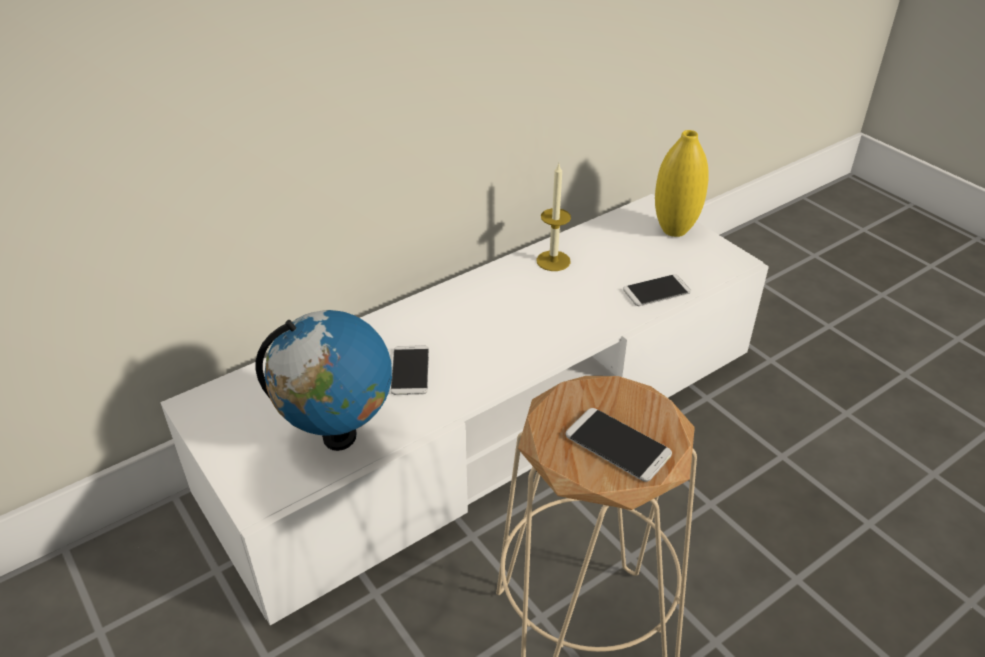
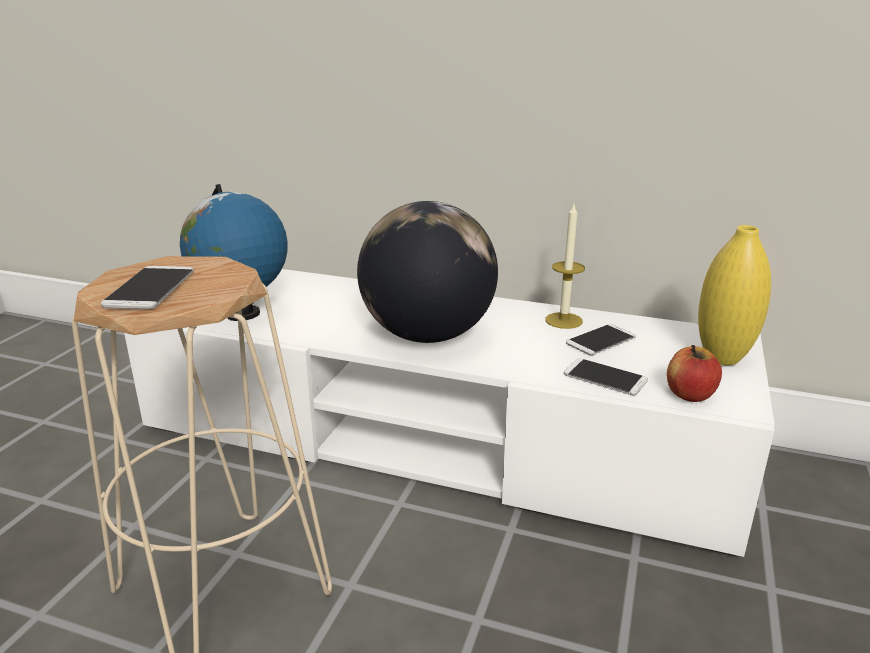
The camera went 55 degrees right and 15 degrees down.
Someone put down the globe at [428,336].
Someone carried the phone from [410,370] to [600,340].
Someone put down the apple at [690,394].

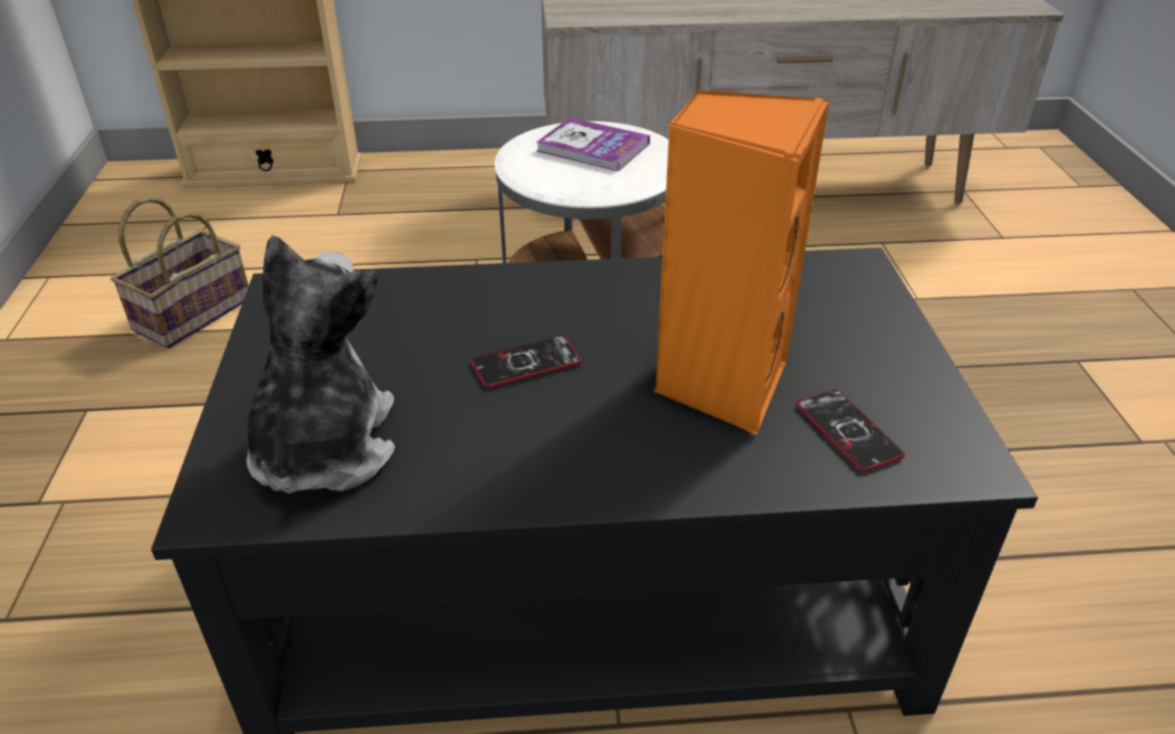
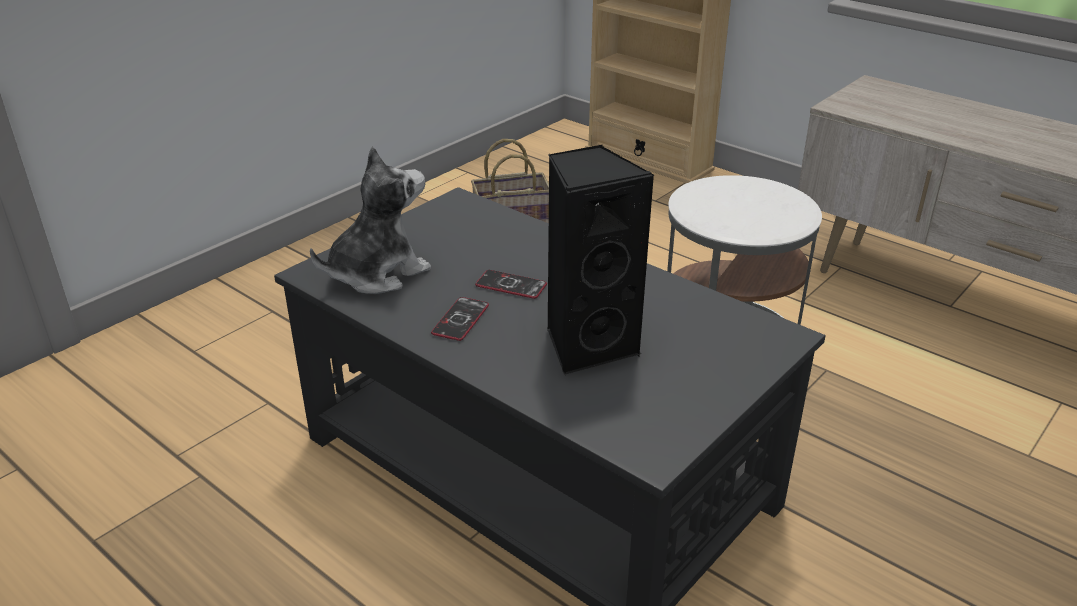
The camera went 45 degrees right and 5 degrees down.
Someone carried the phone from [848,431] to [460,320].
Someone repainted the speaker/orange at [720,384], which became the speaker/black at [588,345].
Someone took away the book at [593,147].

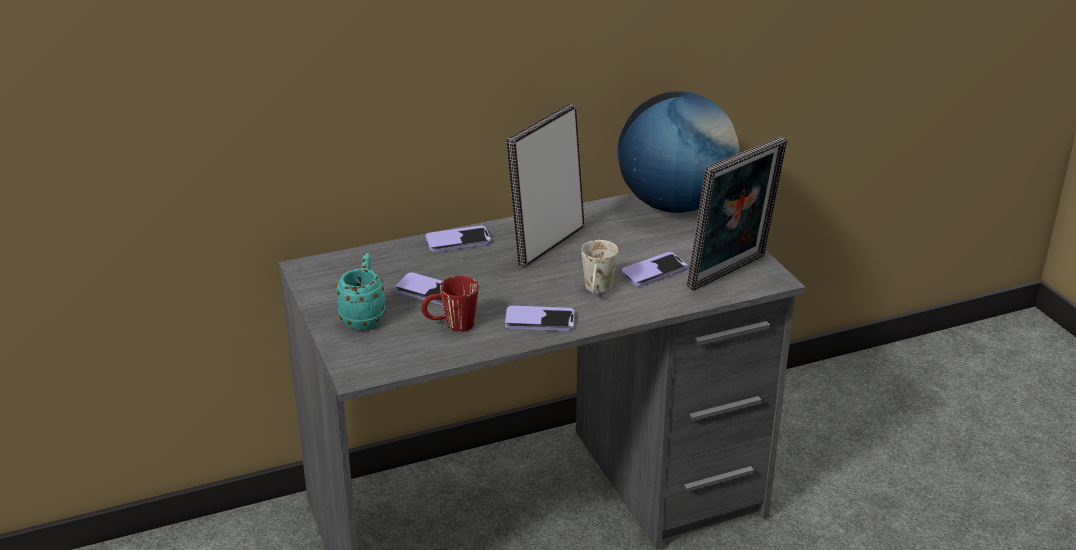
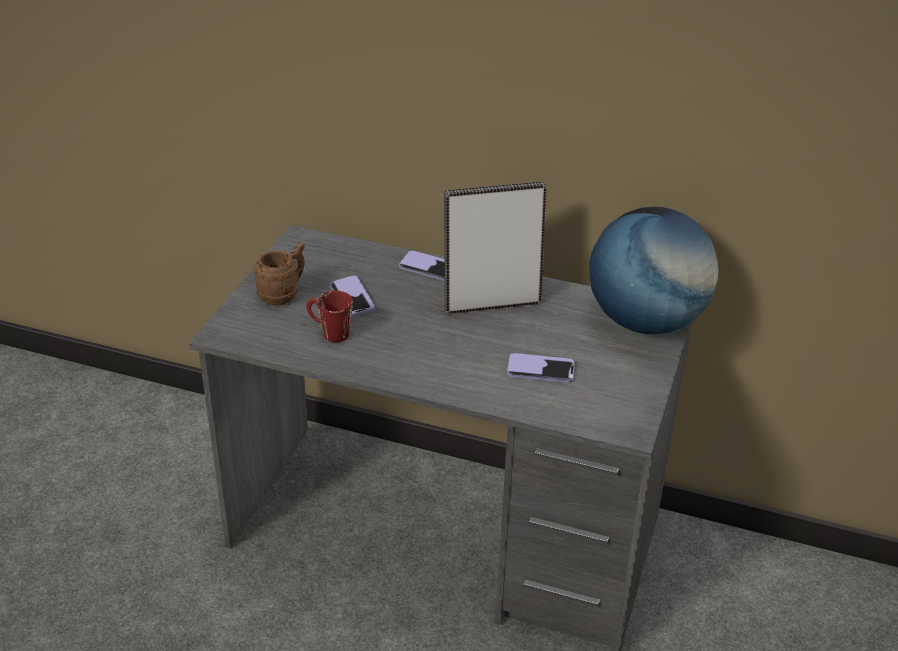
The camera went 40 degrees right and 5 degrees up.
Someone repainted the mug/turquoise at [364,316], which became the mug/brown at [284,294].
Someone took away the phone at [539,321].
Someone took away the mug/white at [597,291].
Someone took away the picture frame at [731,274].

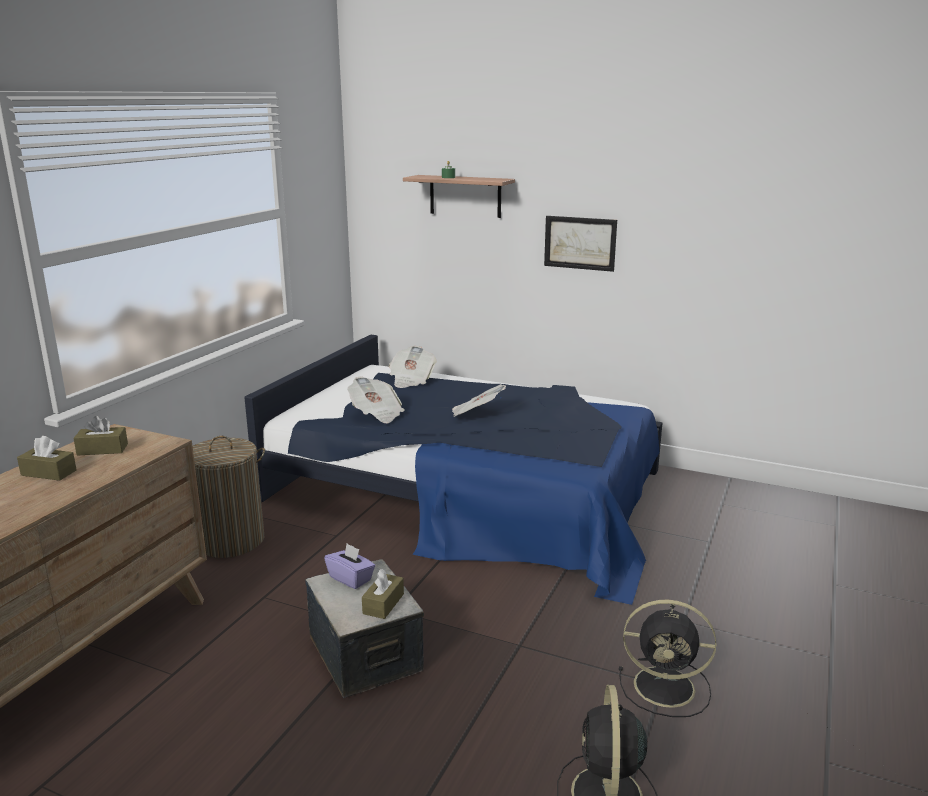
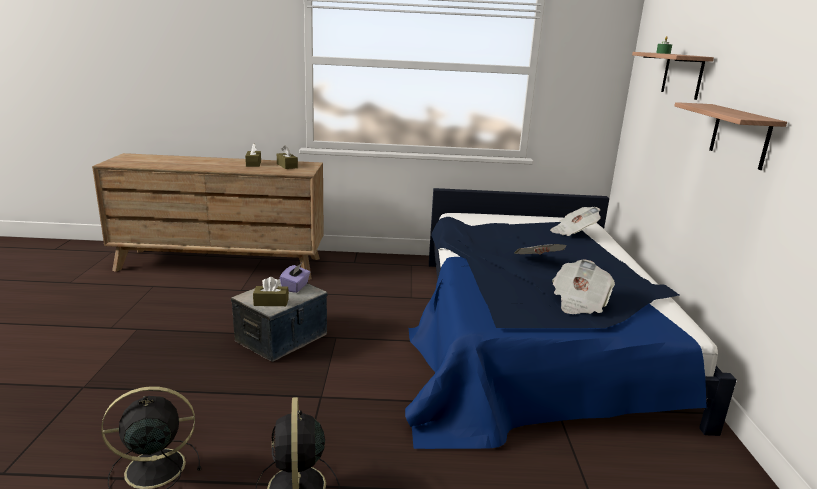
The camera went 65 degrees right and 0 degrees up.
Someone carried the newspaper from [376,414] to [579,302].
Someone swapped the picture at [580,243] for the shelf at [740,136].
Someone took away the laundry basket at [230,540].

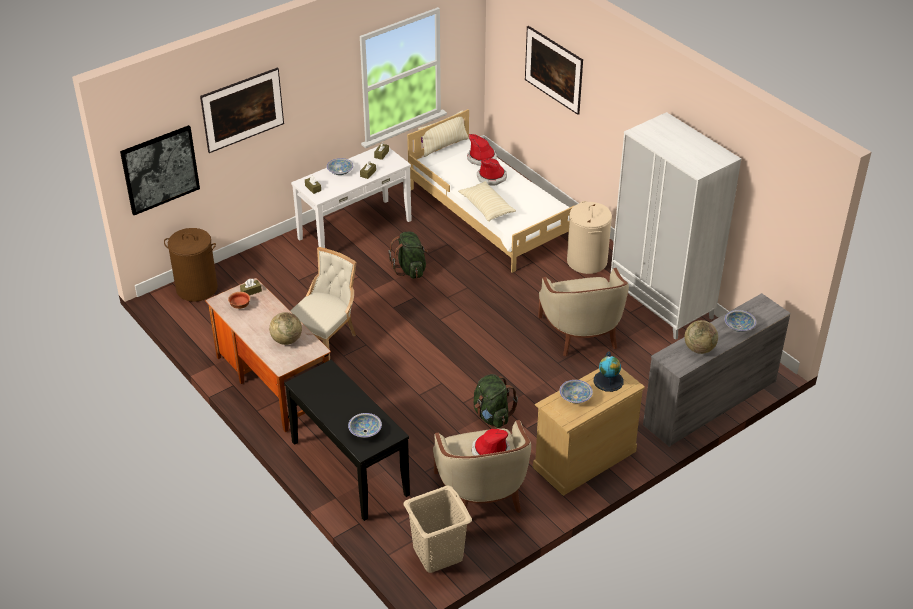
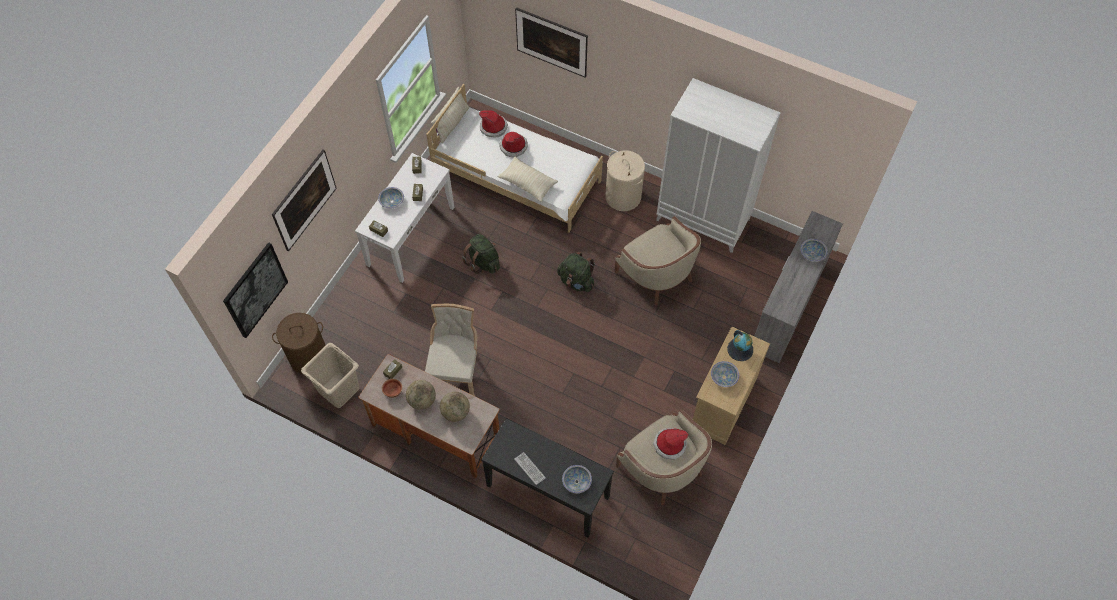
The camera went 25 degrees left and 20 degrees up.
Someone carried the laundry basket/beige from [438,554] to [339,390].
Someone carried the globe from [699,349] to [422,400].
Someone put down the keyboard at [529,468].
Someone carried the backpack/green from [492,416] to [576,281].

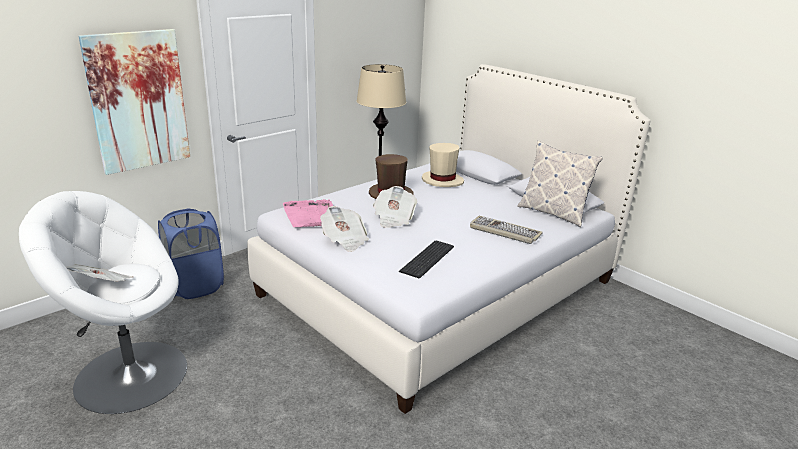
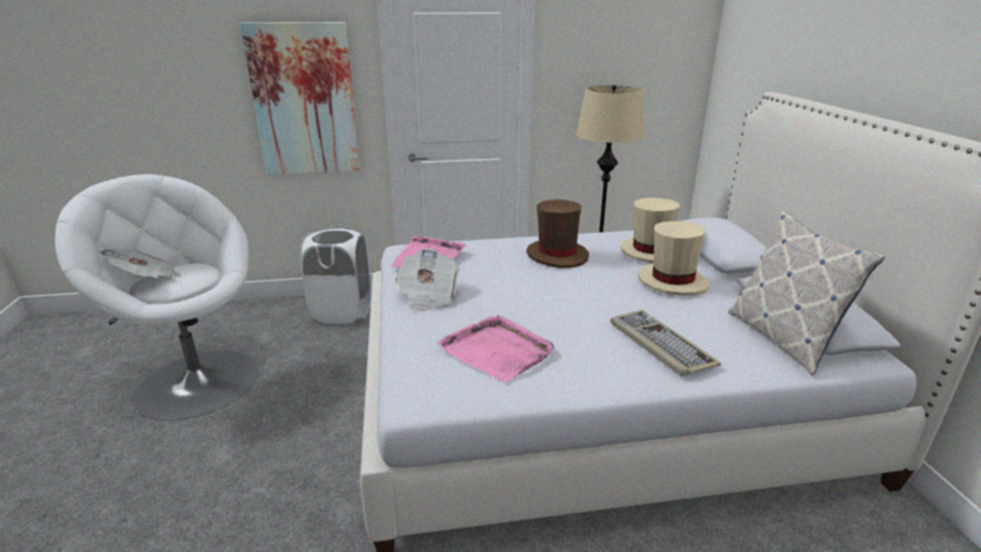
The camera went 35 degrees right and 0 degrees up.
Someone repainted the laundry basket/blue at [195,286], which became the laundry basket/white at [342,312].
Someone swapped the keyboard at [429,259] for the tray/pink at [497,351].
Someone put down the hat/beige at [672,282].
Someone took away the newspaper at [393,218].

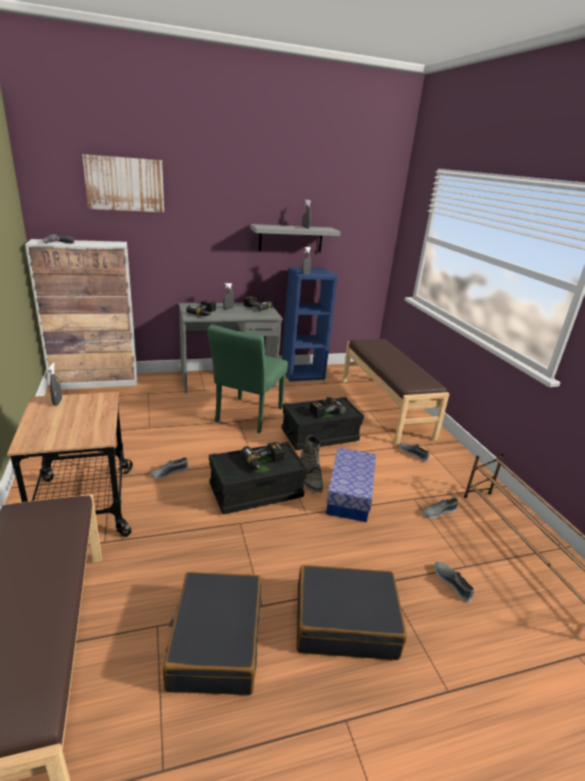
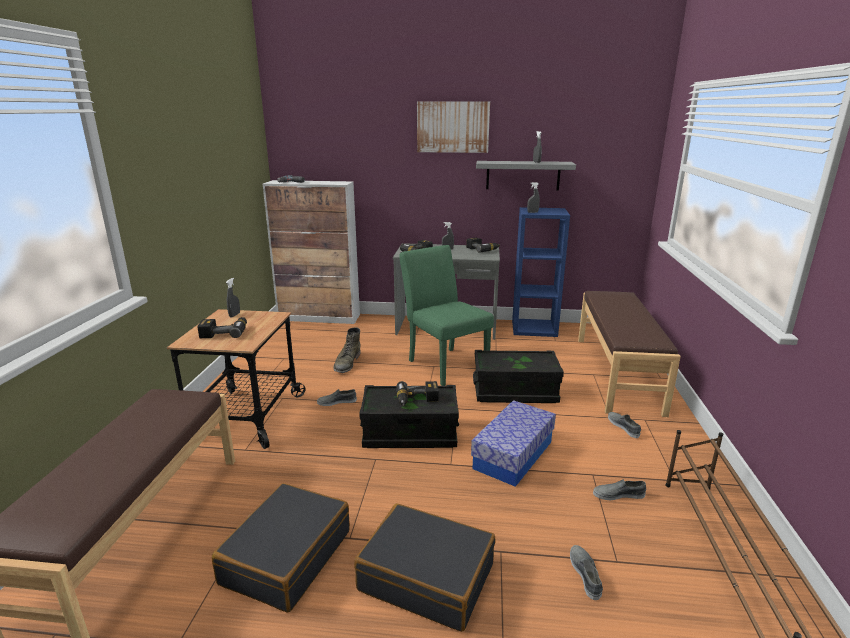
The camera went 25 degrees right and 5 degrees down.
Someone carried the power drill from [324,410] to [225,332].
Someone carried the boot/green from [310,476] to [347,363].
Someone rotated the chair/green at [246,417] by 105 degrees clockwise.
Someone carried the picture from [125,184] to [453,127].

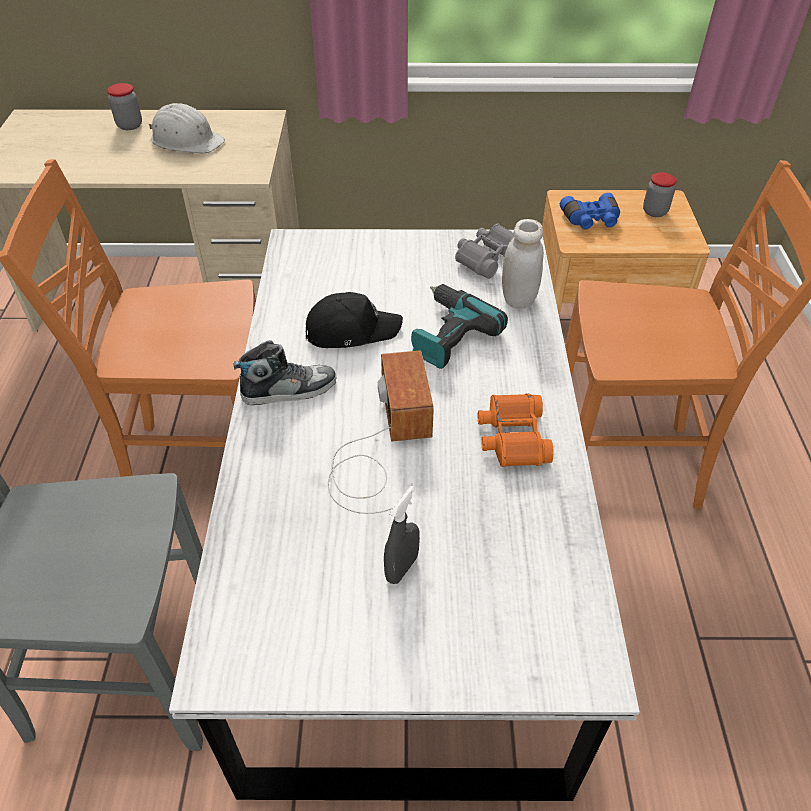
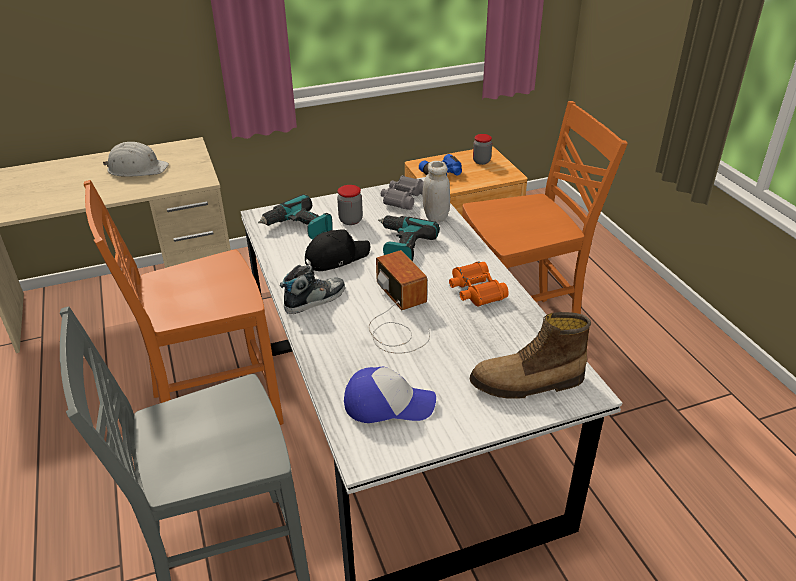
The camera went 20 degrees left and 10 degrees down.
Someone put down the power drill at [299,228].
Someone carried the jar from [130,125] to [350,220].
Someone put down the cap at [388,404].
Someone put down the boot at [527,383].
Someone took away the spray bottle/grey at [402,568].

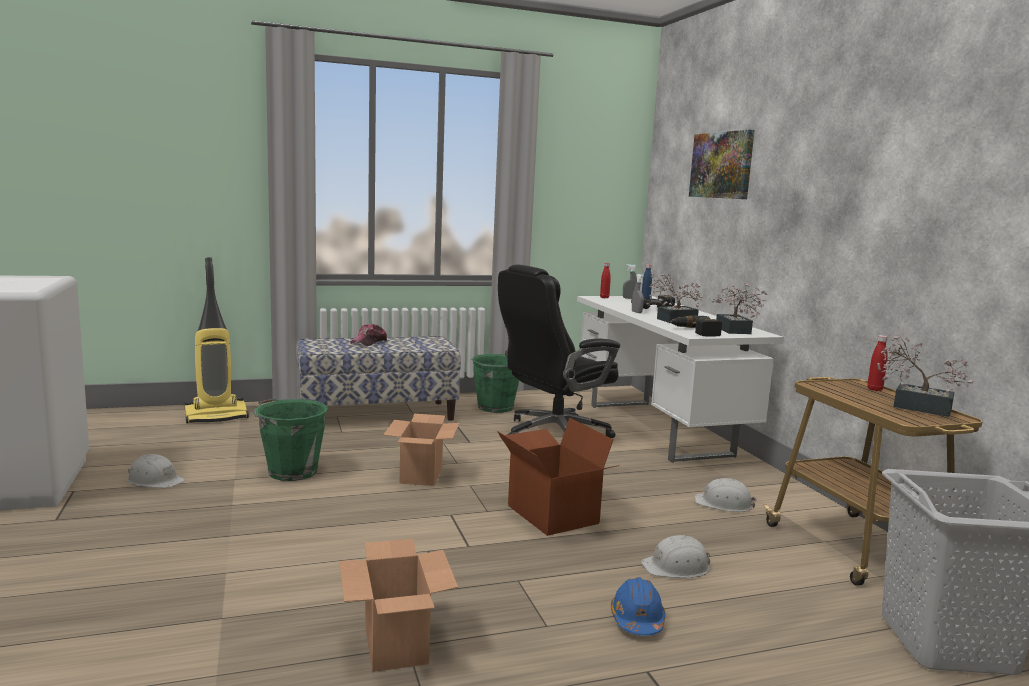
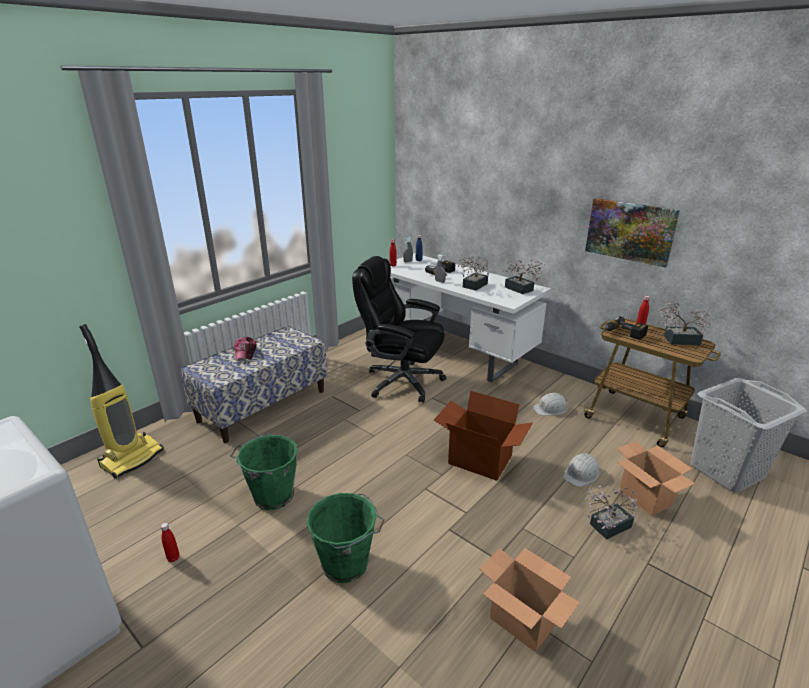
The camera went 30 degrees left and 15 degrees up.
Someone swapped the hard hat/white at [155,480] for the bottle/red at [173,558].
Someone carried the bucket/green from [496,408] to [347,564].
Someone rotated the office chair/black at [553,434] by 90 degrees clockwise.
Someone swapped the hard hat/blue at [637,620] for the potted plant at [606,527].
Someone carried the picture from [721,165] to [630,231].
Someone carried the power drill from [695,332] to [623,333].
Someone carried the cardboard box from [421,476] to [646,498].

